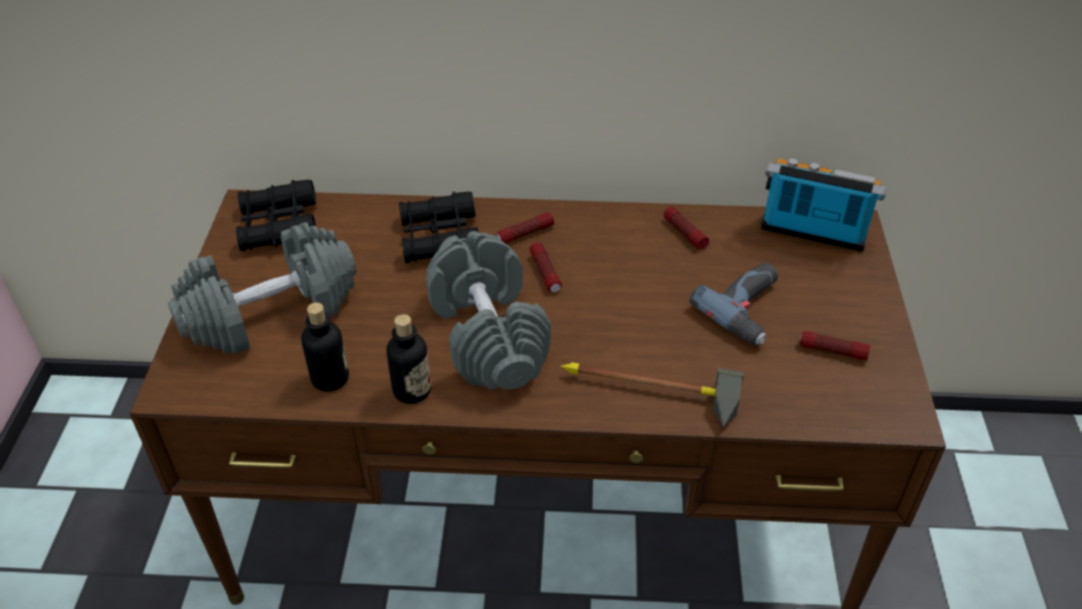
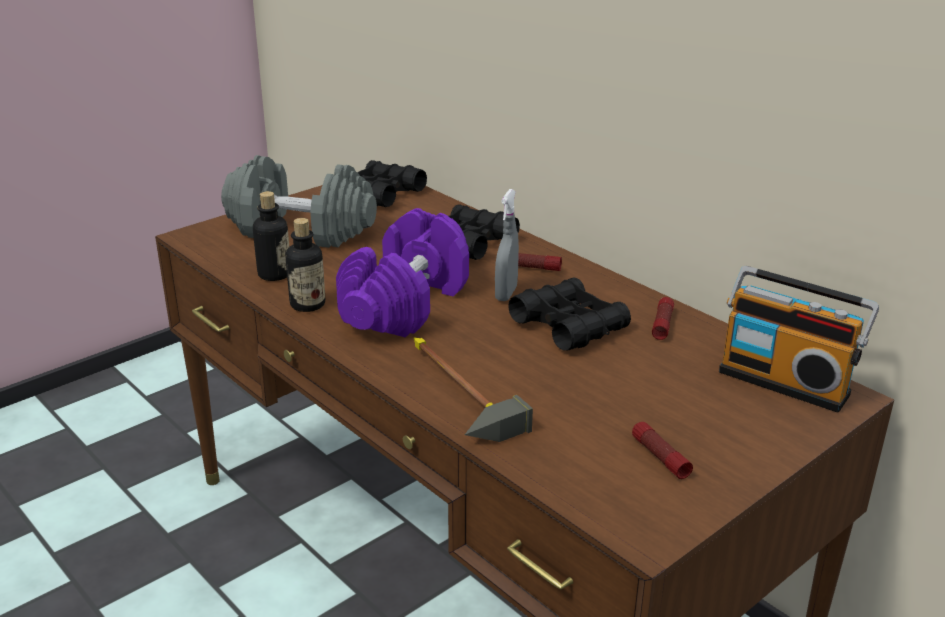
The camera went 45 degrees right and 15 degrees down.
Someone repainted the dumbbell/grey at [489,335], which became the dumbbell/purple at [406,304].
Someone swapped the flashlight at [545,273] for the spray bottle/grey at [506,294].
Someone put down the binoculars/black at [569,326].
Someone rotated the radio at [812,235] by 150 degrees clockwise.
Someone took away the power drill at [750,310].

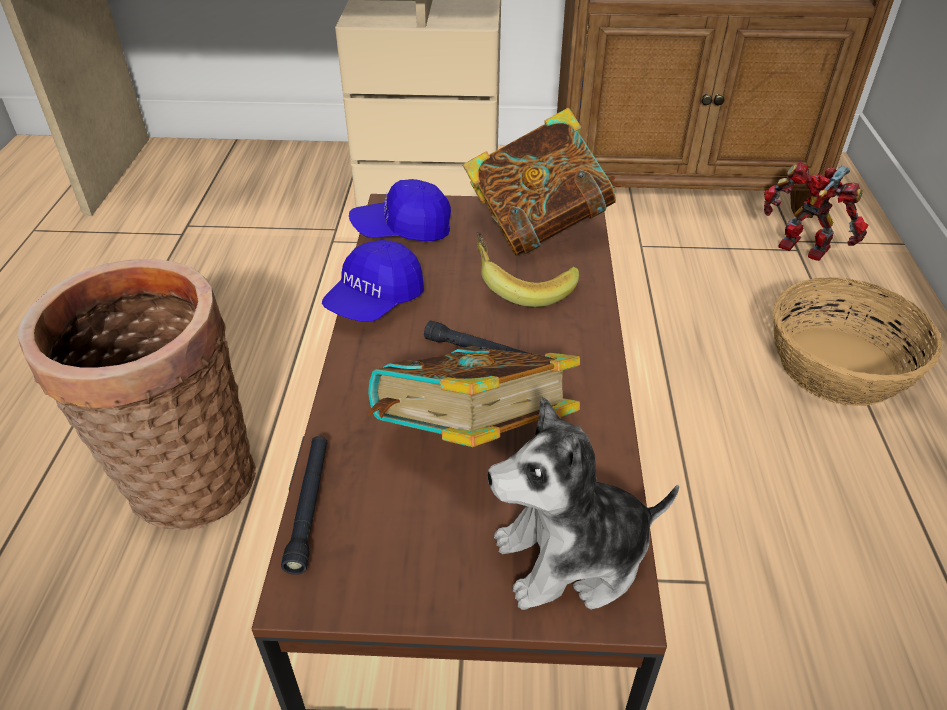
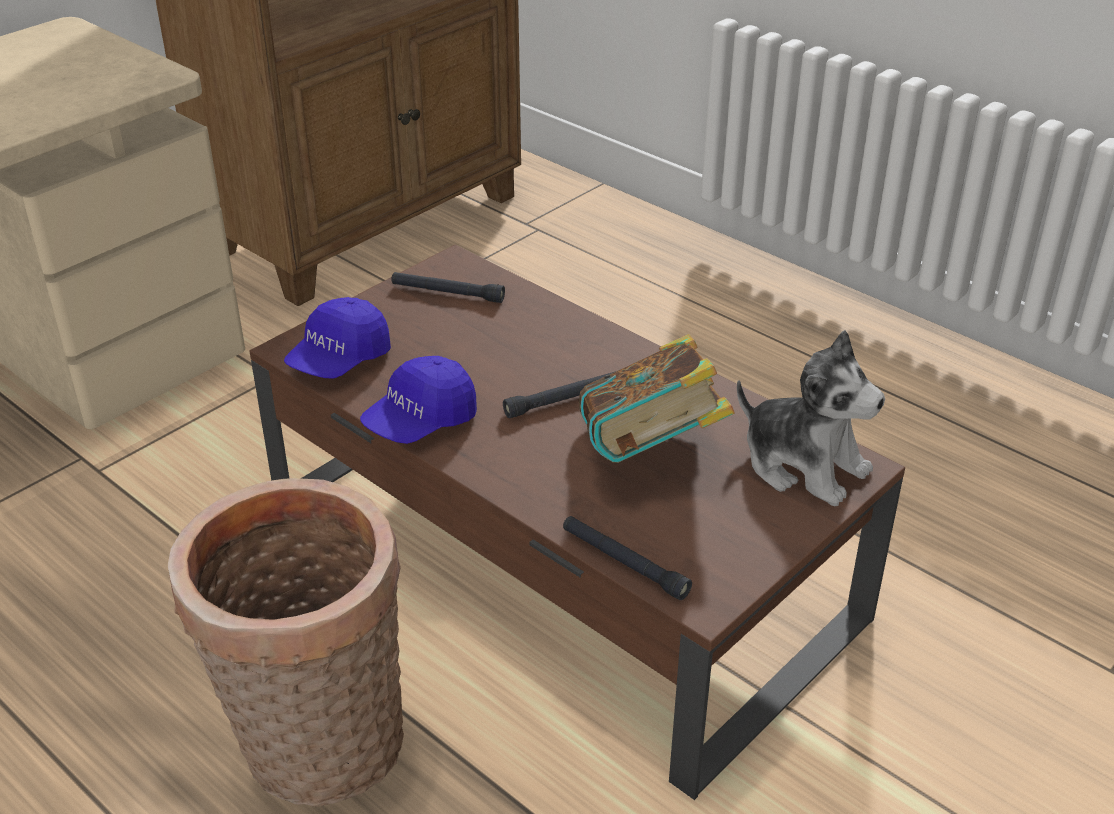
The camera went 50 degrees left and 5 degrees down.
Someone rotated the cap/blue at [375,301] by 60 degrees clockwise.
Someone swapped the book at [539,228] for the flashlight/black at [447,293].
Someone rotated the plush toy at [572,557] by 75 degrees counterclockwise.
Someone took away the banana at [522,286].
Someone took away the toy robot at [802,249].
Someone took away the basket at [838,367].

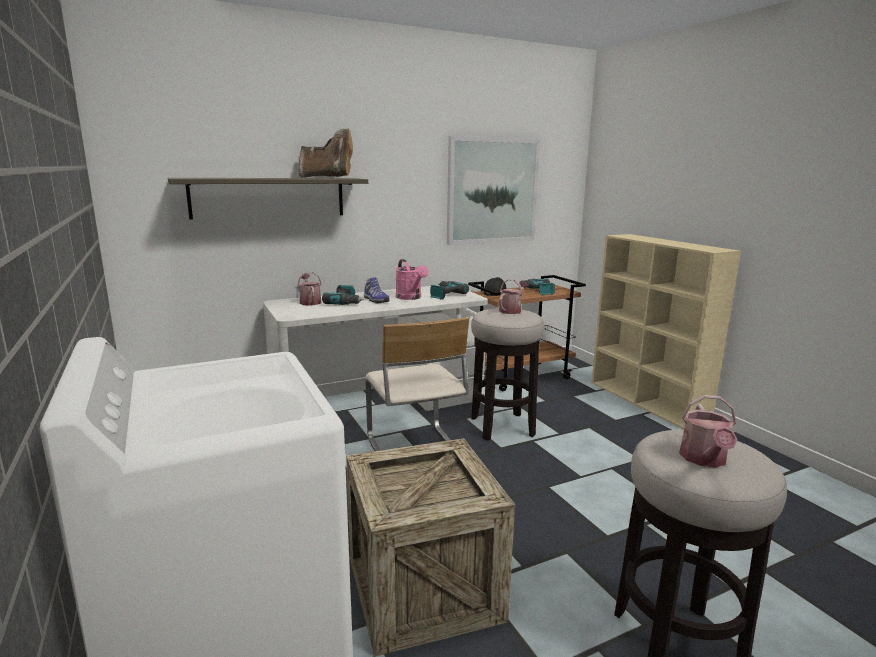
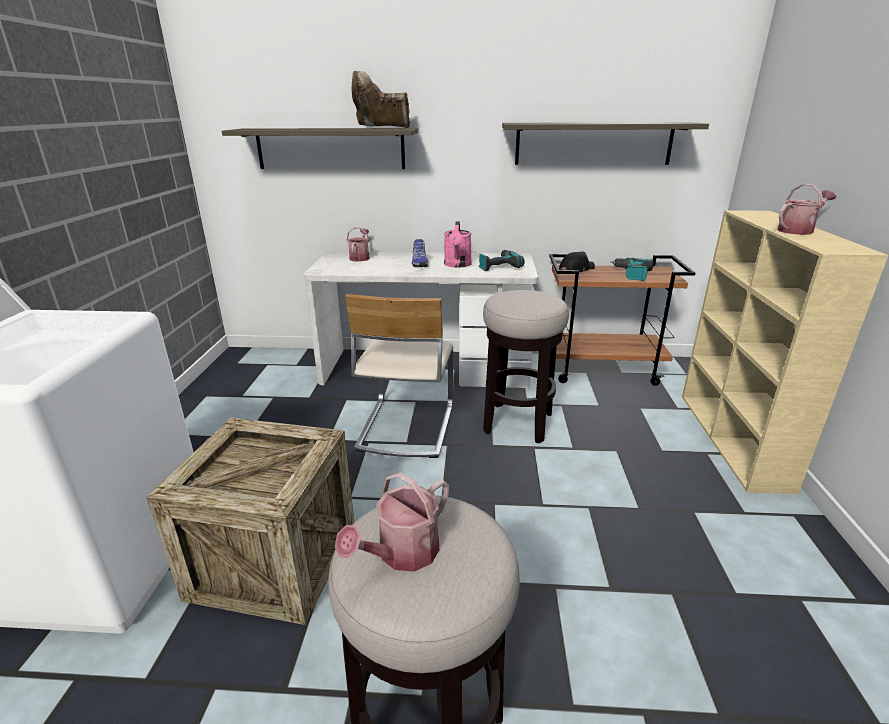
The camera went 30 degrees right and 10 degrees up.
Someone rotated the boot/brown at [328,178] by 150 degrees clockwise.
Someone swapped the picture at [492,191] for the shelf at [593,143].
Someone carried the watering can from [511,310] to [798,230].
Someone took away the power drill at [345,302].

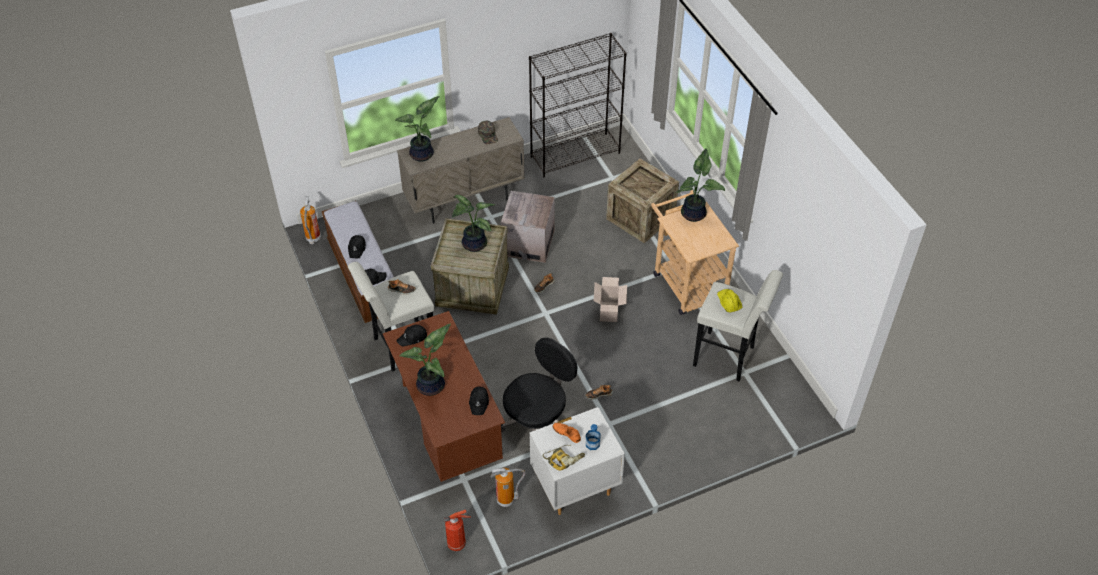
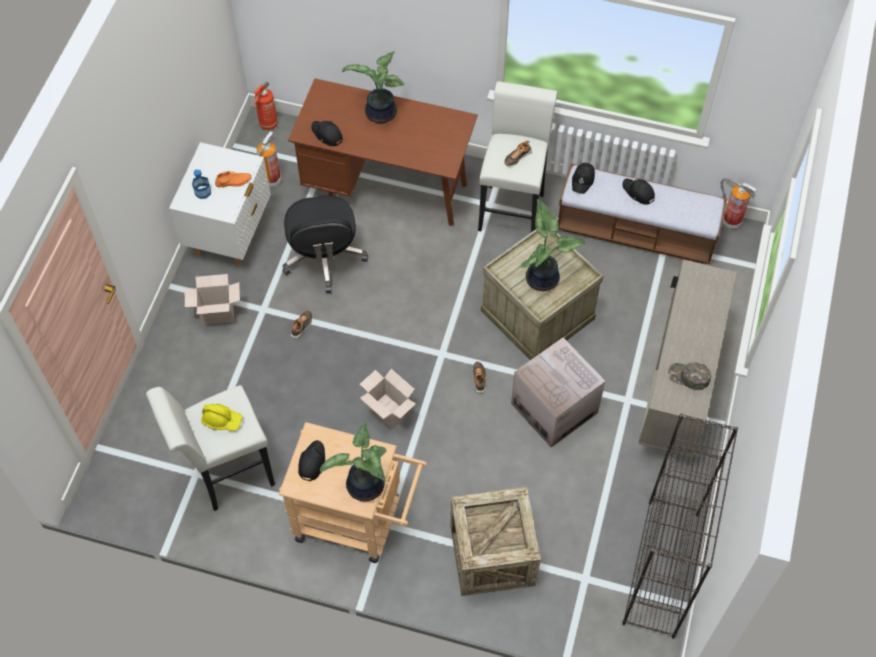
The camera went 130 degrees right and 10 degrees up.
Someone put down the cardboard box at [216,314].
Someone carried the cap/black from [412,338] to [311,462].
Someone took away the potted plant at [423,154].
Someone took away the power drill at [564,458].

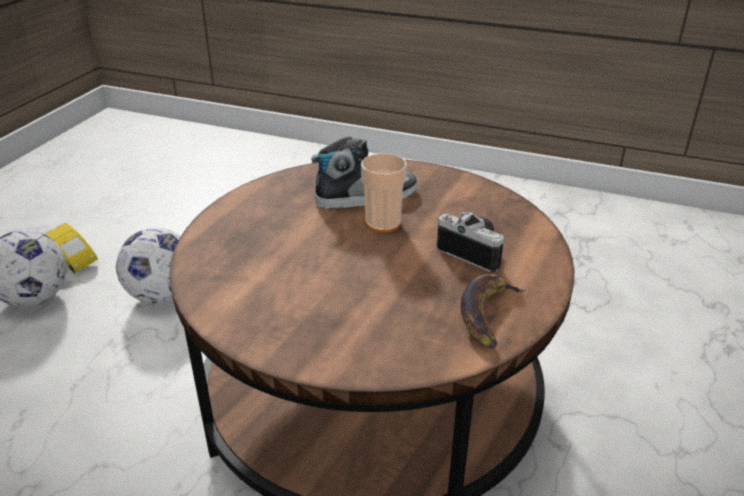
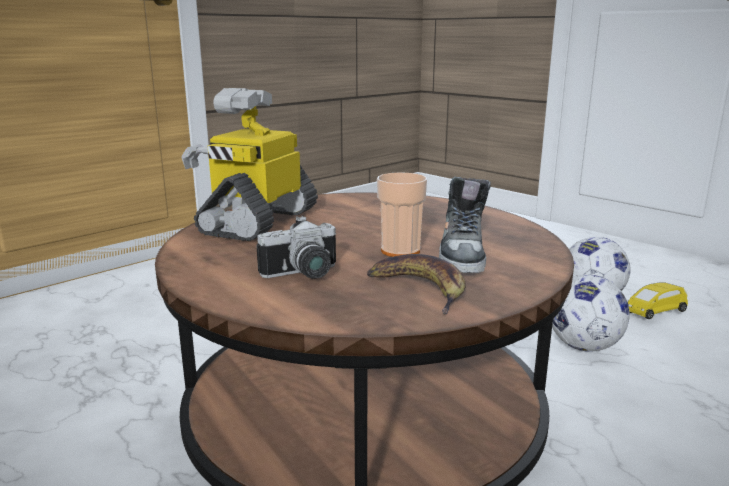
The camera went 115 degrees right and 15 degrees down.
Someone put down the toy robot at [258,221].
Someone carried the banana from [487,314] to [420,289].

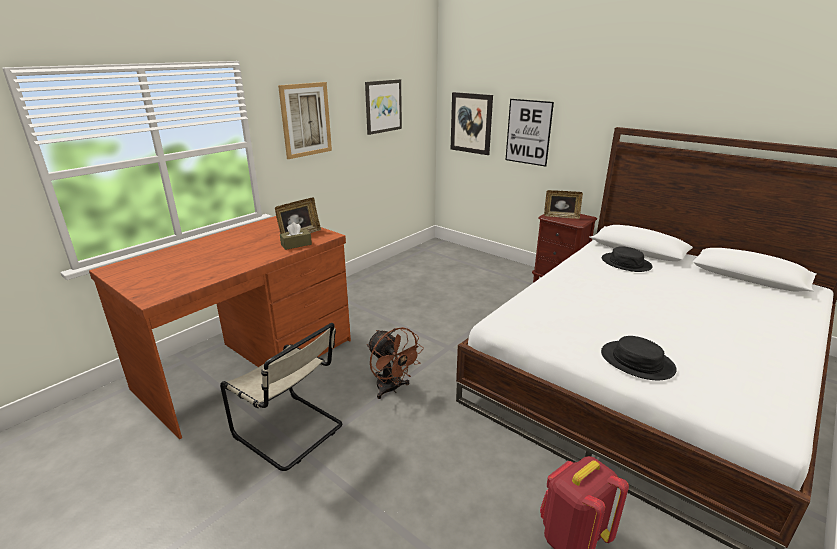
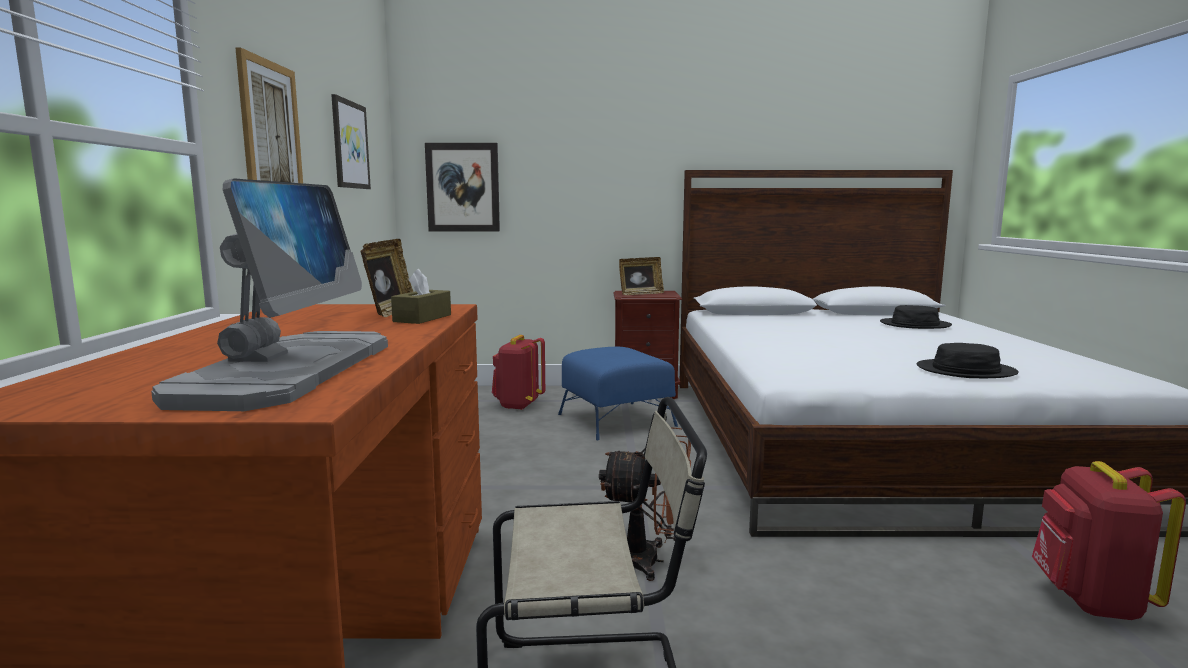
The camera went 40 degrees left and 15 degrees down.
Someone put down the monitor at [289,368].
Someone put down the backpack/red at [518,405].
Someone put down the ottoman/blue at [616,420].
Someone carried the hat/black from [626,263] to [914,325].
Someone took away the picture at [528,132].

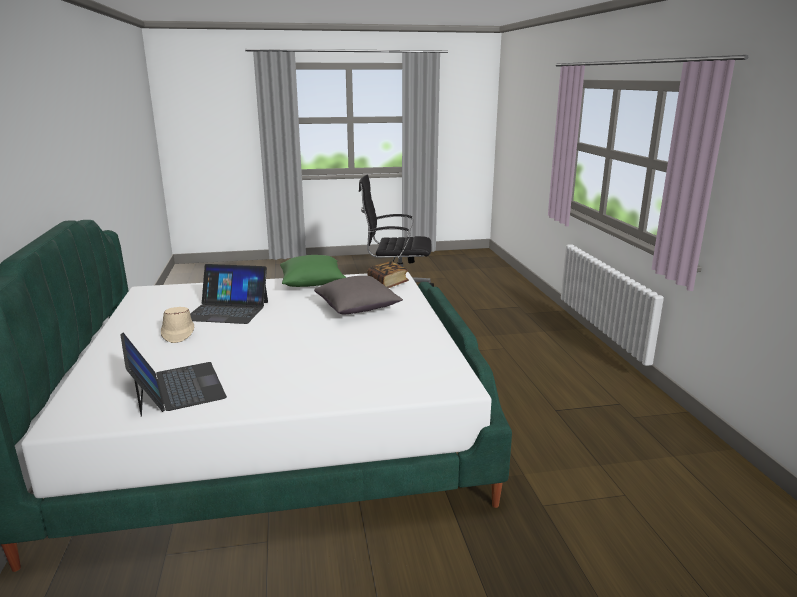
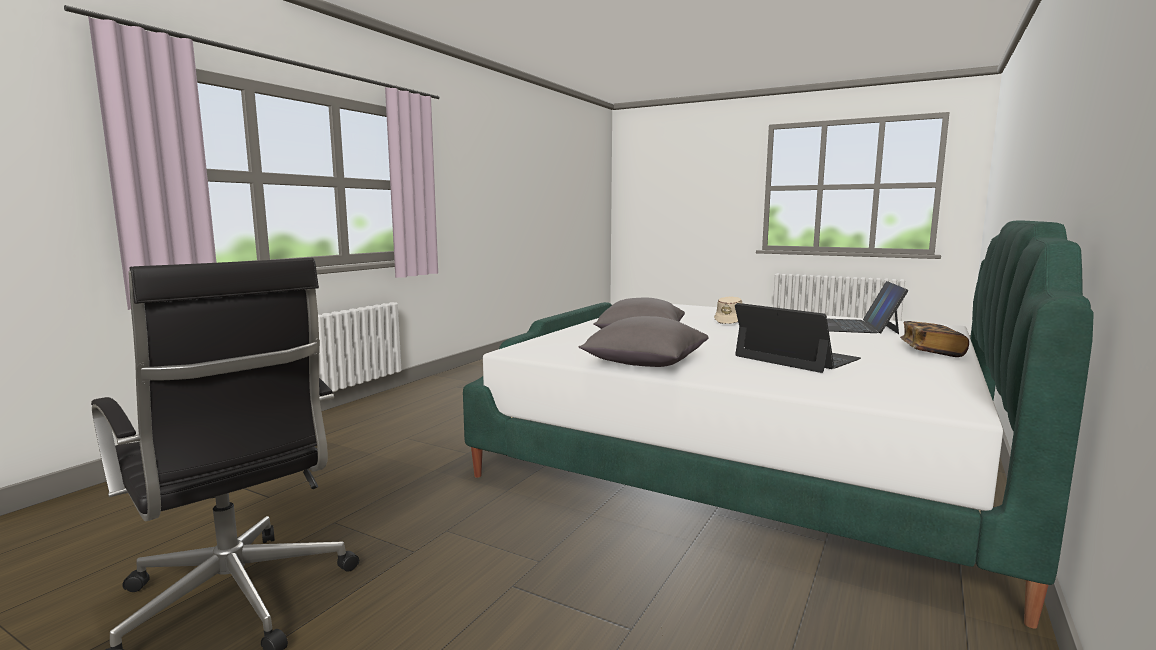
The camera went 140 degrees left and 10 degrees down.
Someone repainted the pillow/green at [312,284], which became the pillow/grey at [644,363].
Someone carried the hat/beige from [177,333] to [730,321].
Someone carried the book from [388,283] to [931,351].

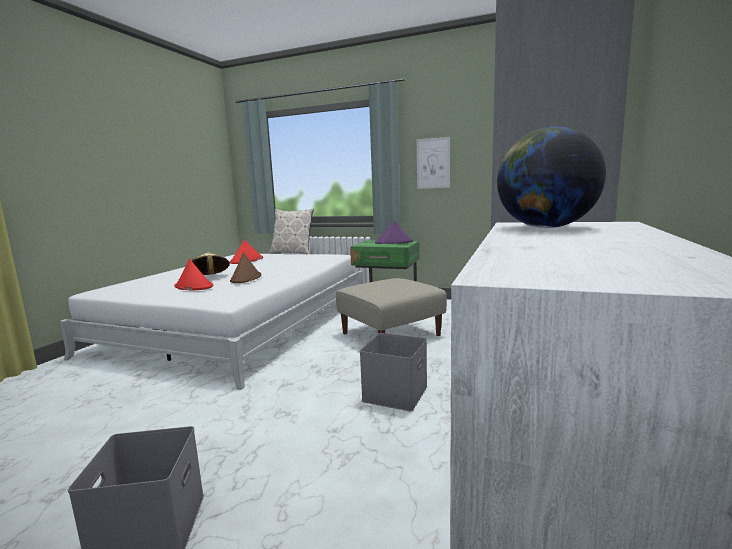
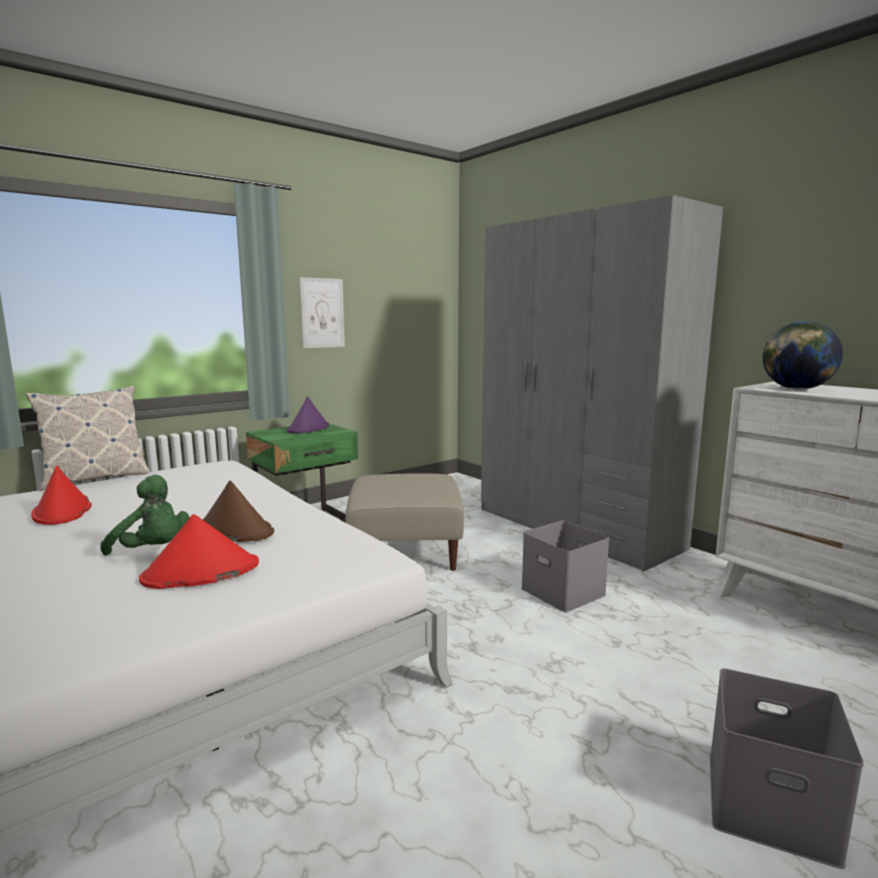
The camera went 60 degrees left and 0 degrees up.
Someone swapped the hat/beige at [210,277] for the plush toy/green at [153,551].

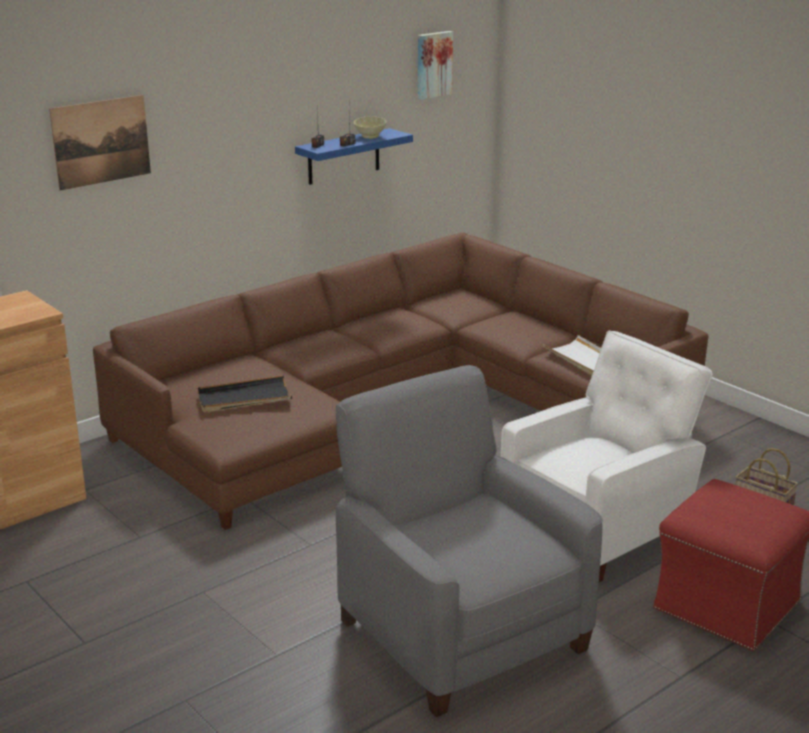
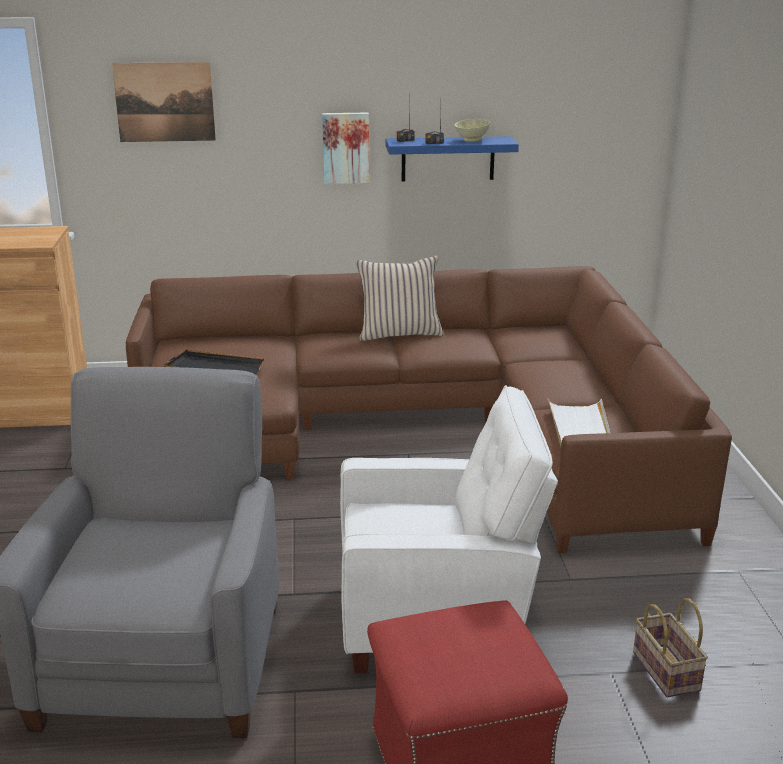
The camera went 35 degrees right and 0 degrees up.
Someone carried the picture from [433,64] to [345,147].
Someone put down the pillow/beige at [399,333].

